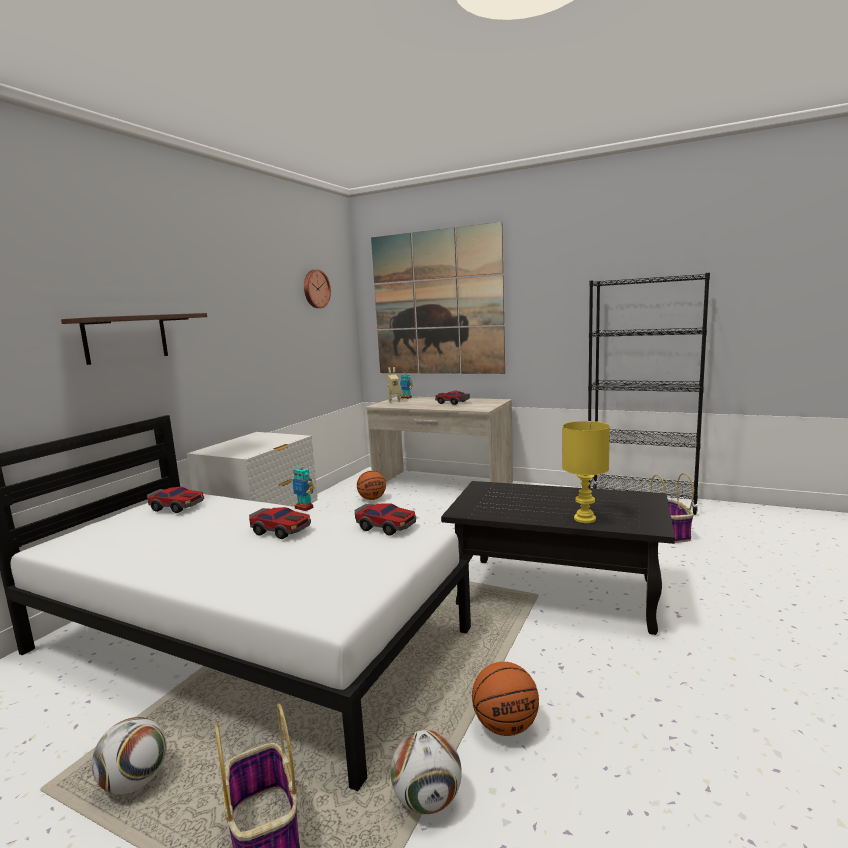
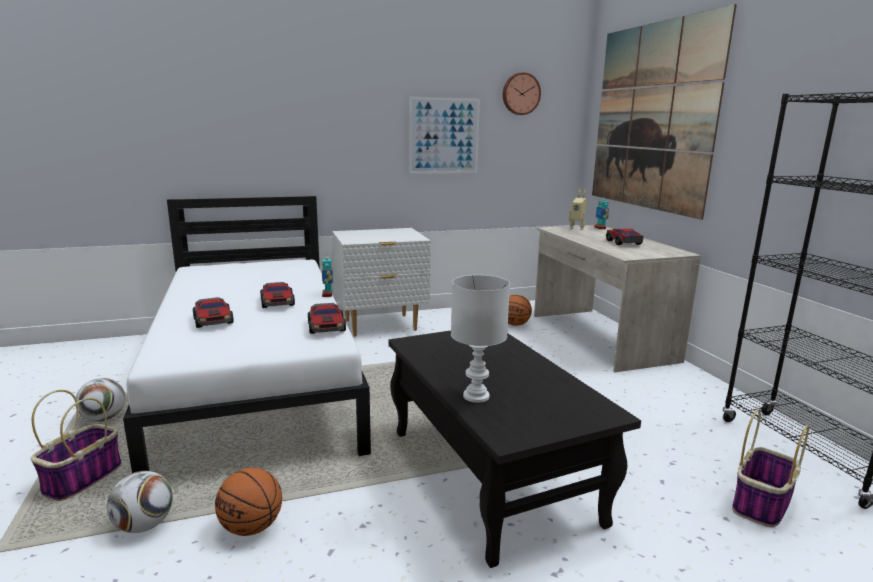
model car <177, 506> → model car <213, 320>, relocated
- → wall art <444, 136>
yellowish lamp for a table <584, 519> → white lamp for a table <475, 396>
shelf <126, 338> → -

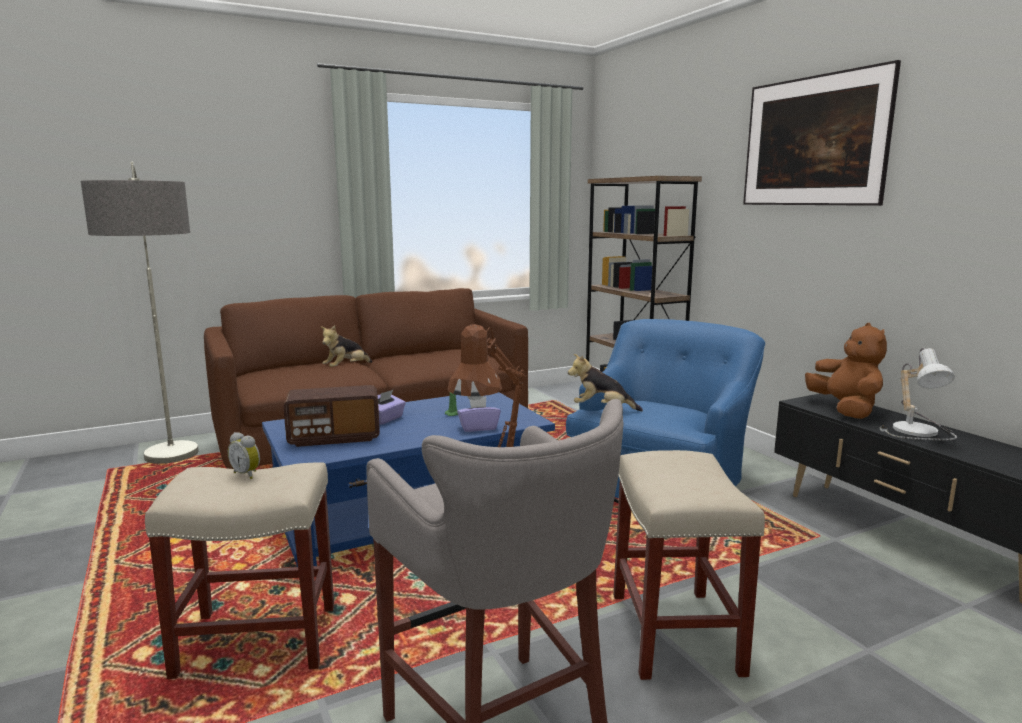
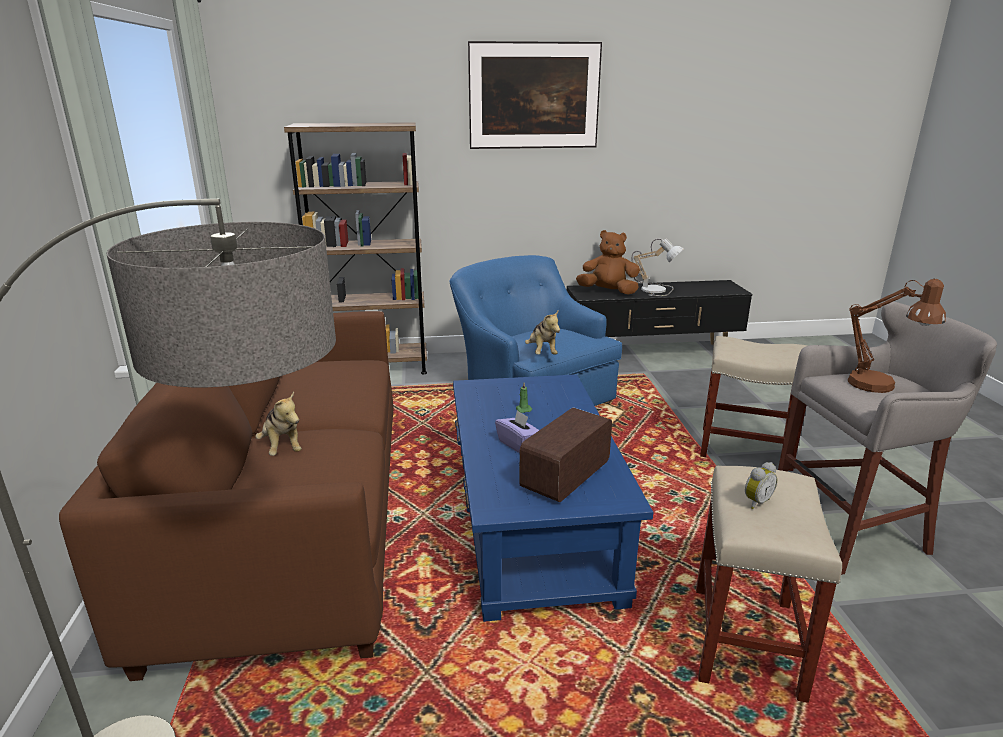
radio <334, 438> → radio <566, 477>, 150 degrees counterclockwise
cuddly toy <602, 409> → cuddly toy <542, 352>, 45 degrees counterclockwise
purplish tissue holder <478, 428> → -

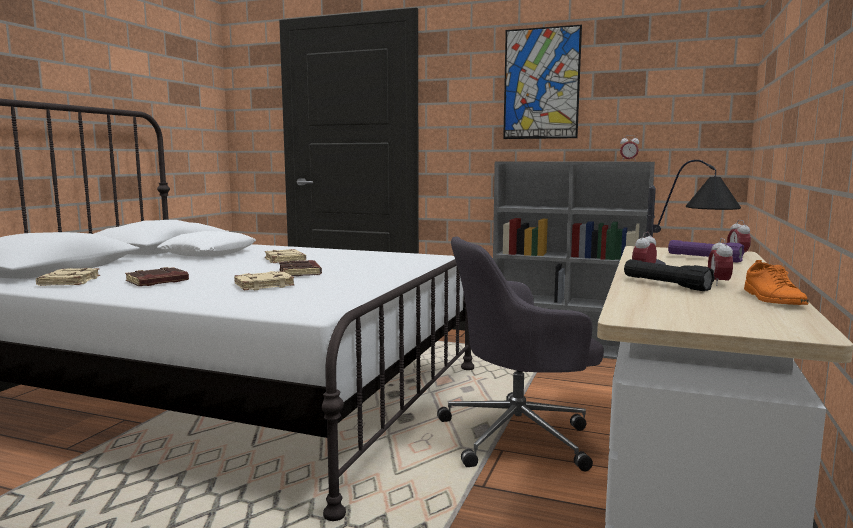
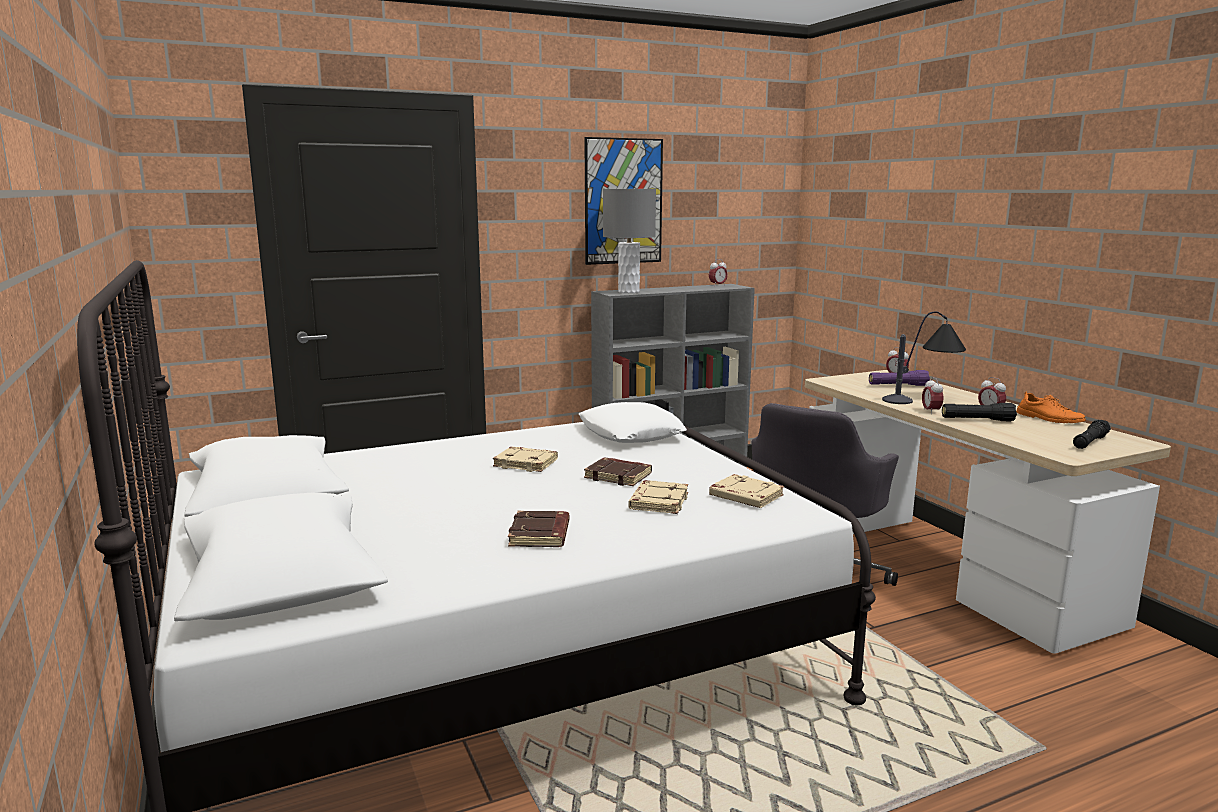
white throw pillow <209, 253> → white throw pillow <630, 433>, relocated
- → grey lamp for a table <629, 292>
beige book <69, 281> → beige book <744, 497>, relocated
- → blackish torch <1090, 442>

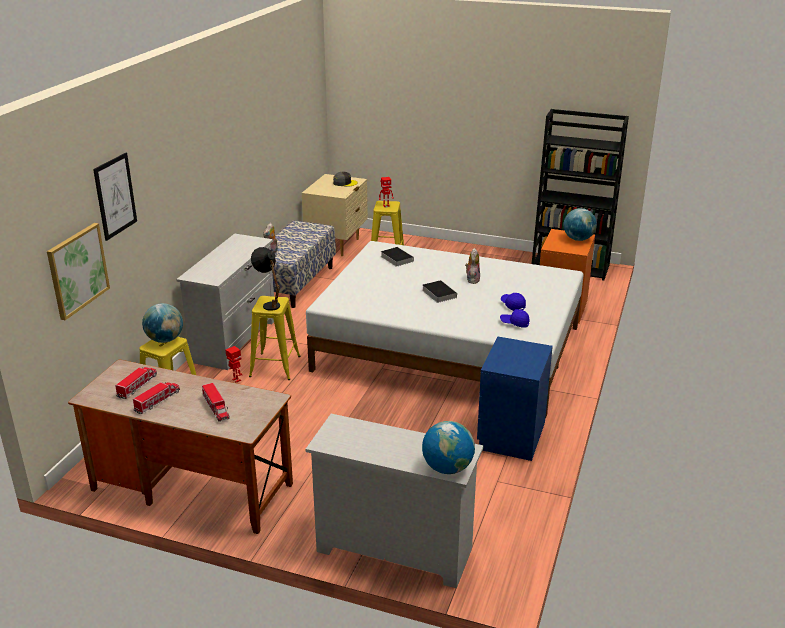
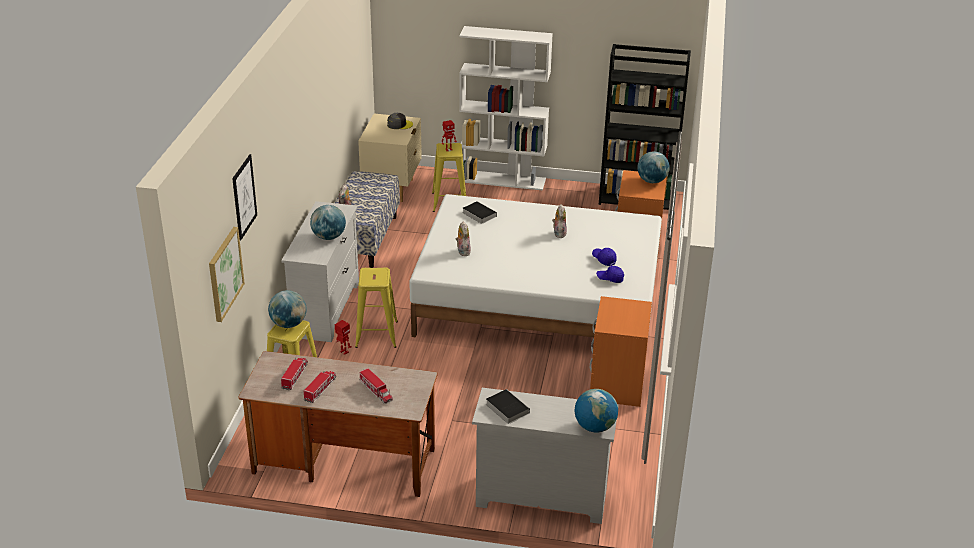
- → globe <328, 237>
- → cuddly toy <462, 251>
- → white bookcase <503, 180>
book <438, 293> → book <506, 408>, relocated
bluish night table <510, 436> → orangey night table <616, 384>
blackish lamp for a table <269, 303> → -

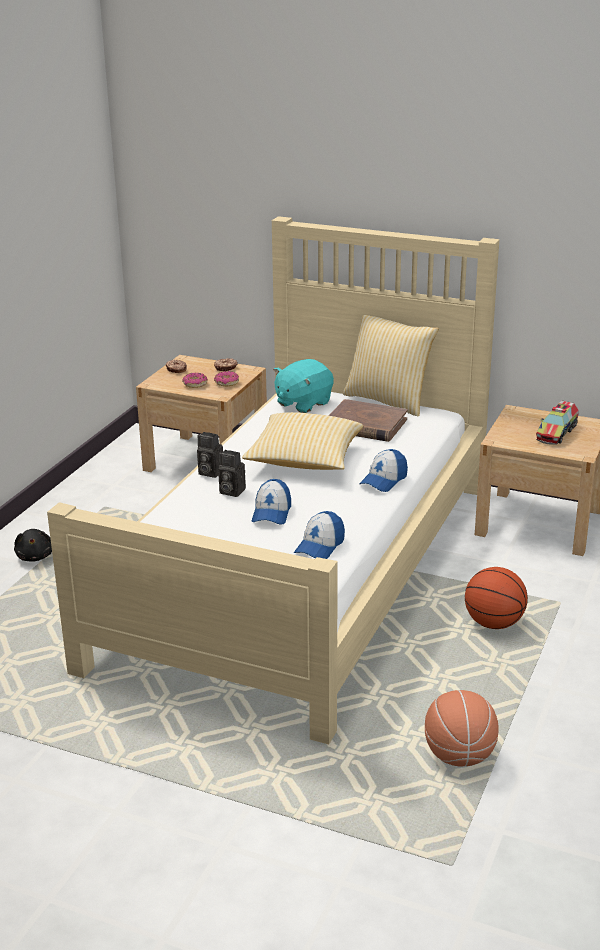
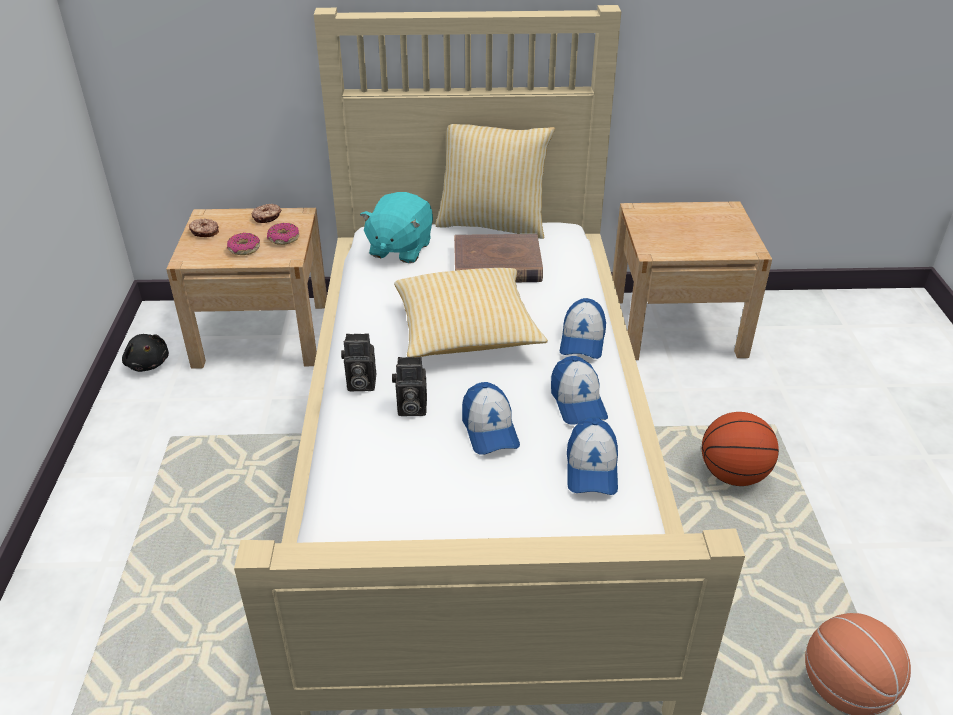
blackish cuddly toy <35, 556> → blackish cuddly toy <148, 363>, relocated
- → baseball cap <577, 402>
model truck <556, 432> → -

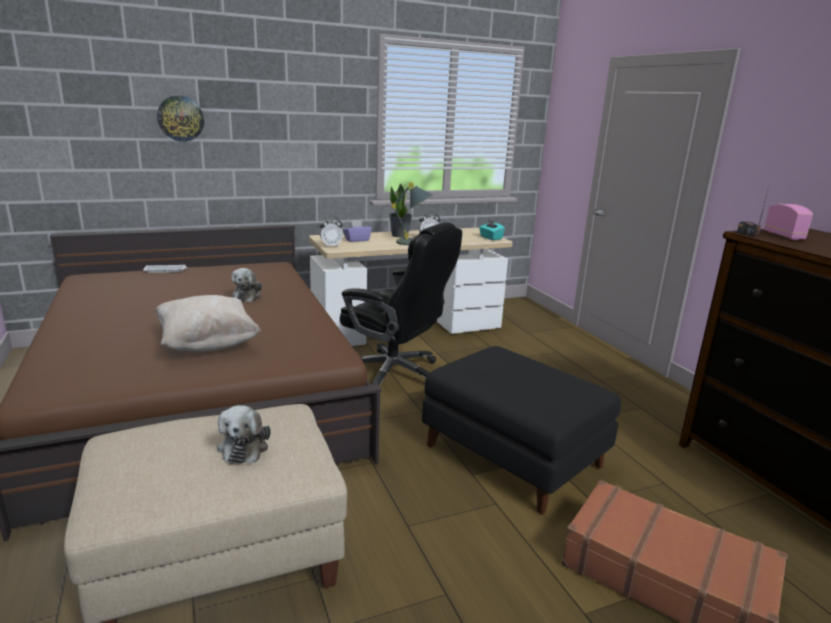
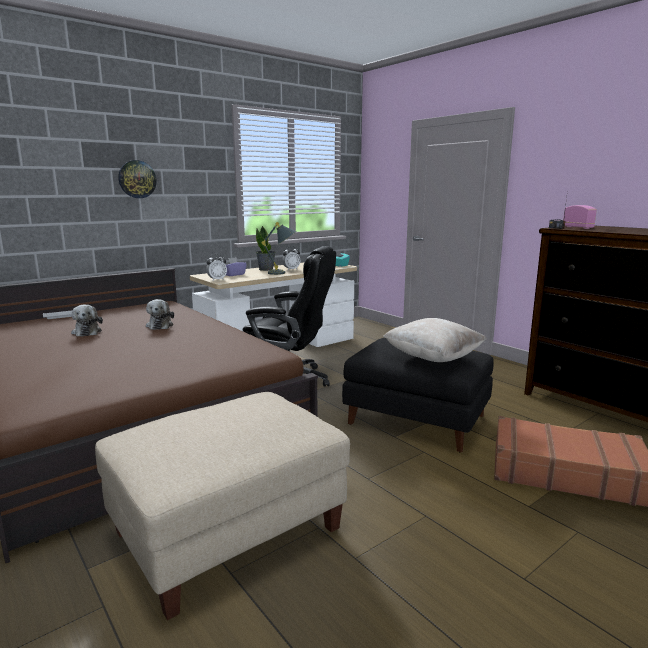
cuddly toy <244, 446> → cuddly toy <87, 332>, relocated
wall clock <180, 118> → wall clock <137, 179>, relocated
beige throw pillow <207, 344> → beige throw pillow <433, 358>, relocated

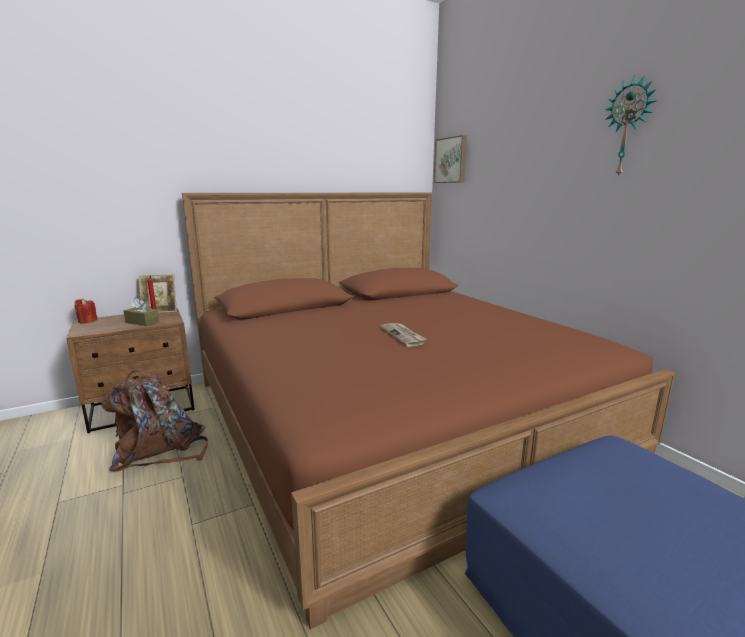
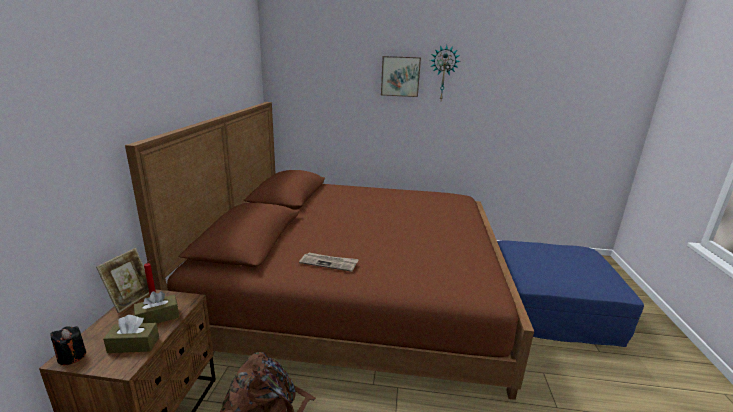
red-coloured wax light <87, 321> → blackish wax light <72, 356>
- → brown-coloured tissue holder <133, 344>
printed paper <403, 336> → printed paper <329, 263>, relocated
wall art <451, 160> → wall art <400, 76>, relocated

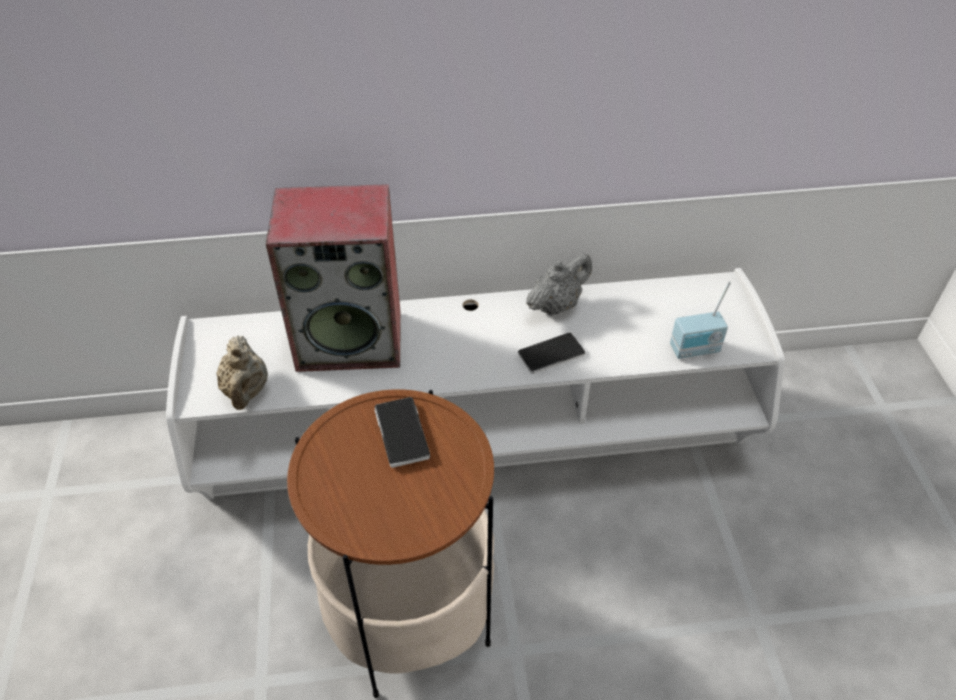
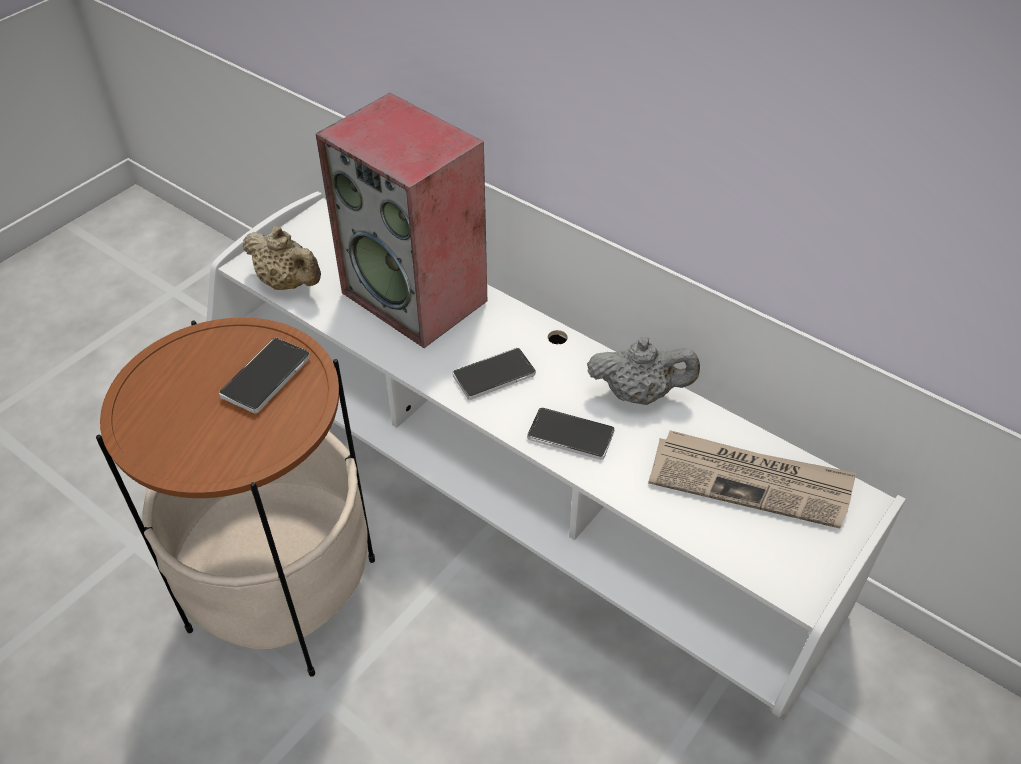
beige pot for tea <246, 391> → beige pot for tea <288, 283>, 90 degrees counterclockwise
- → phone <494, 375>
- → printed paper <750, 481>
radio <695, 350> → -

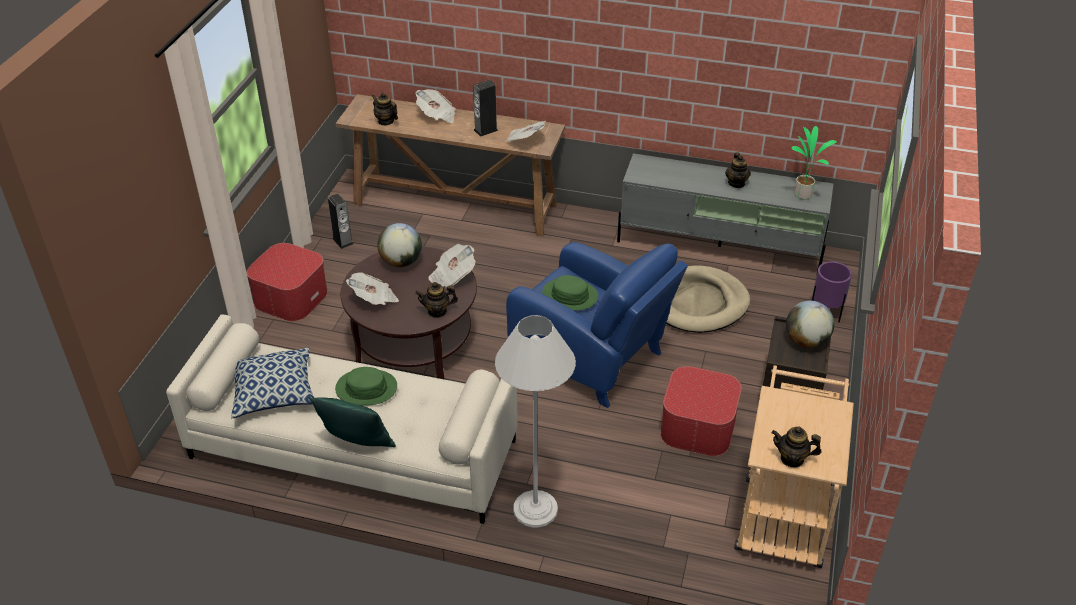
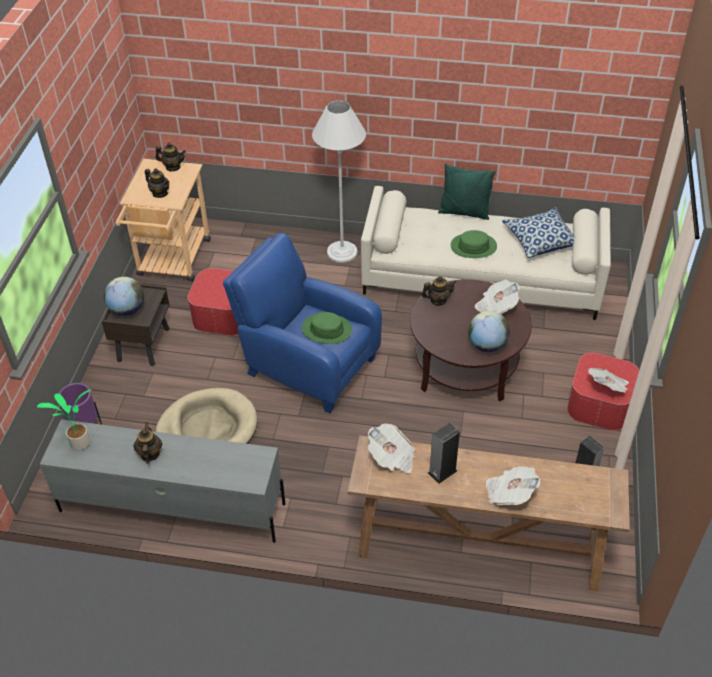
pot for tea <386, 121> → pot for tea <160, 193>, relocated
printed paper <452, 276> → printed paper <608, 387>, relocated

